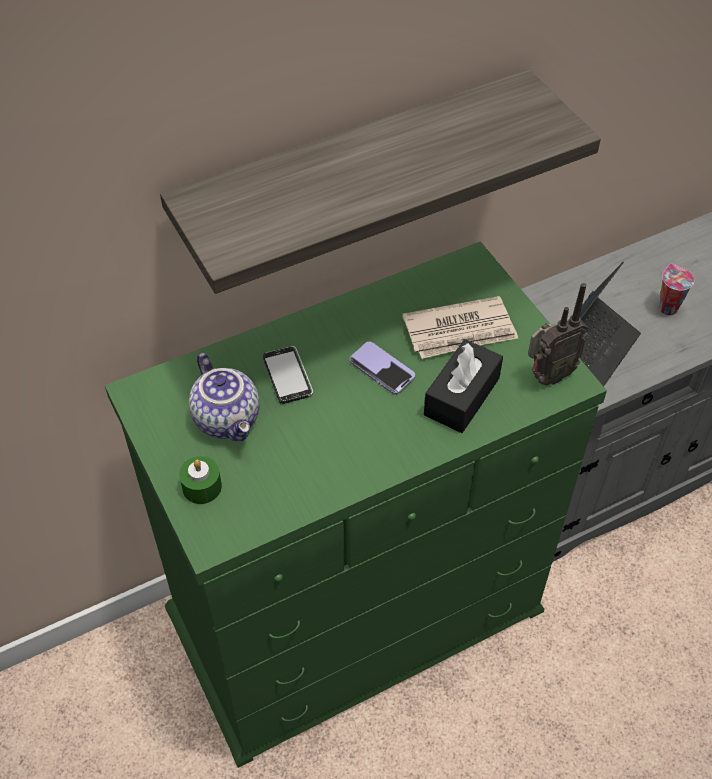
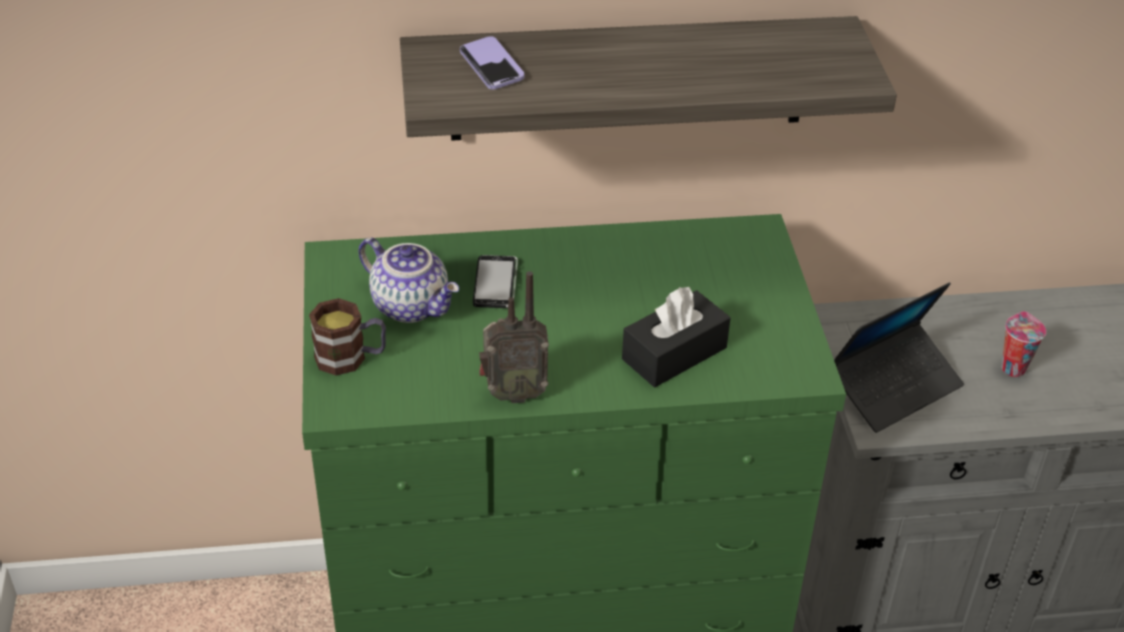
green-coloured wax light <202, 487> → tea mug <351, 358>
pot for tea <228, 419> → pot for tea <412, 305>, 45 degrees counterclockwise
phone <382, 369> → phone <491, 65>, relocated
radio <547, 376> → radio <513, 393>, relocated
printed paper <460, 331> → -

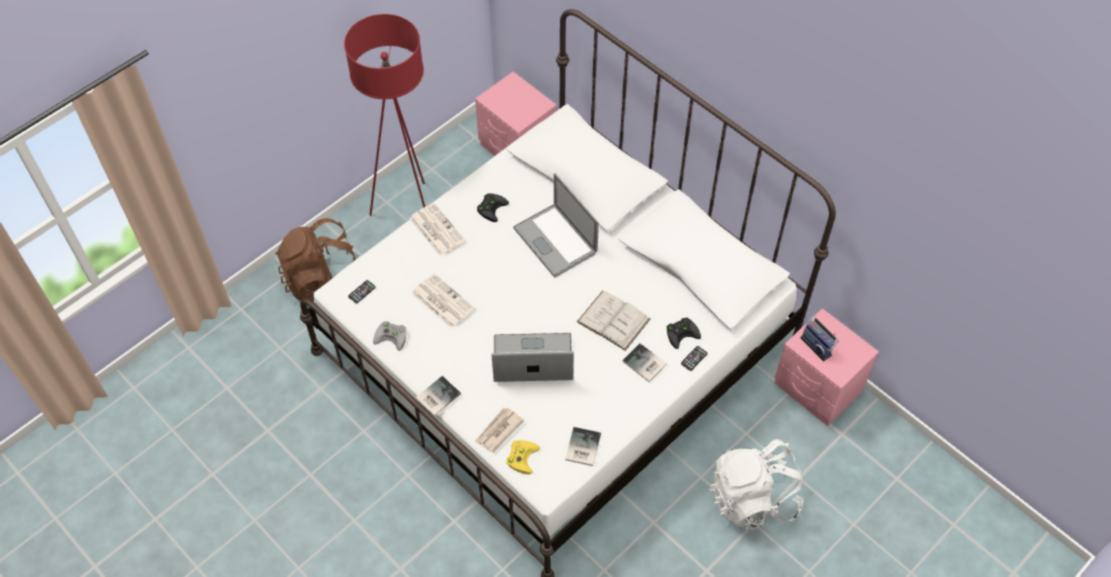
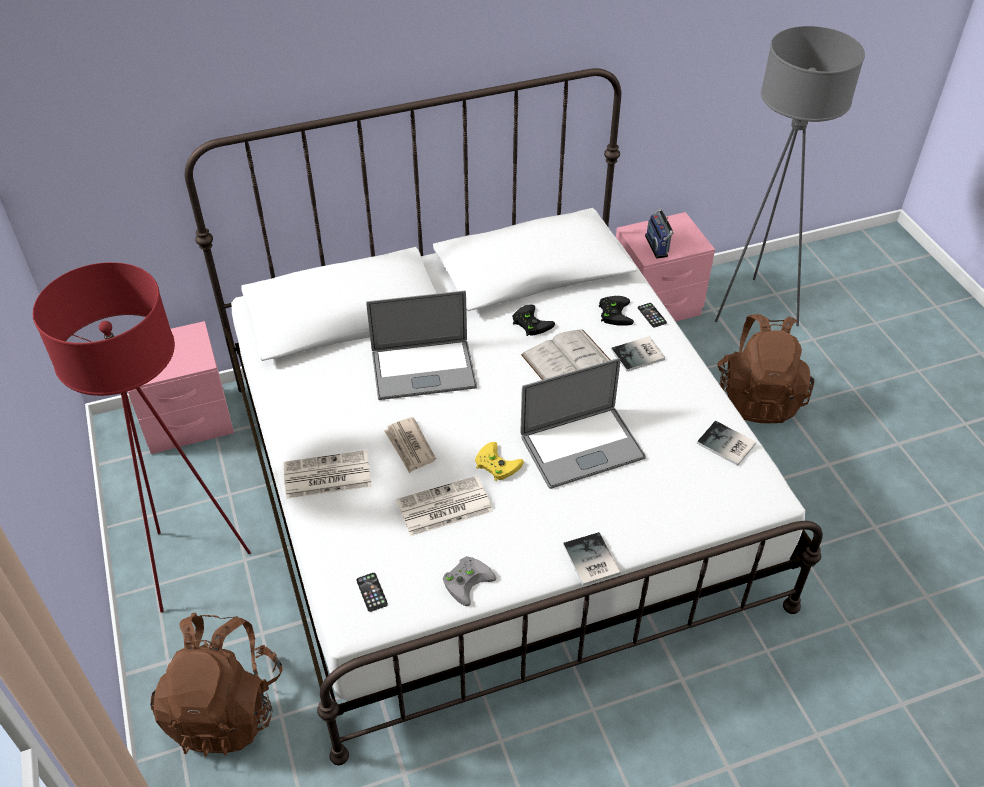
printed paper <498, 431> → printed paper <409, 447>, relocated
yellowish gamepad <521, 456> → yellowish gamepad <495, 464>, relocated
blackish gamepad <491, 207> → blackish gamepad <530, 323>, relocated
laptop <533, 359> → laptop <582, 447>, 135 degrees counterclockwise
radio <817, 345> → radio <658, 246>, 90 degrees clockwise
- → grey standard lamp <754, 308>
white rucksack <752, 498> → brown-coloured rucksack <758, 397>

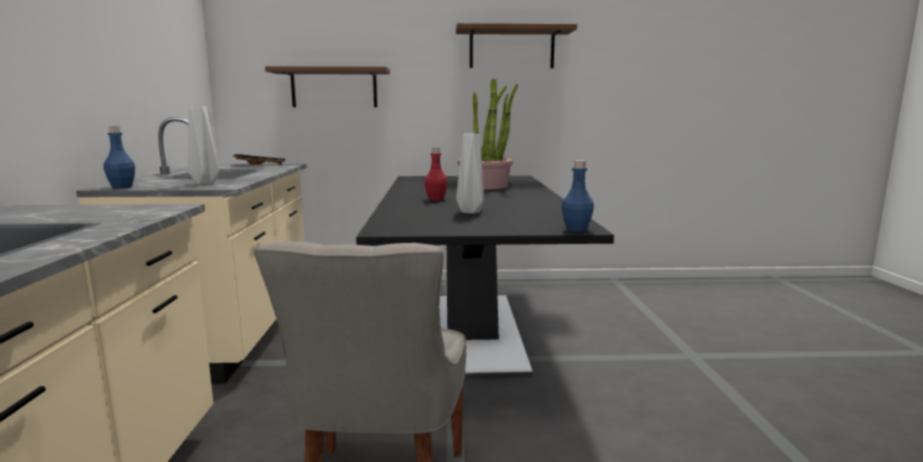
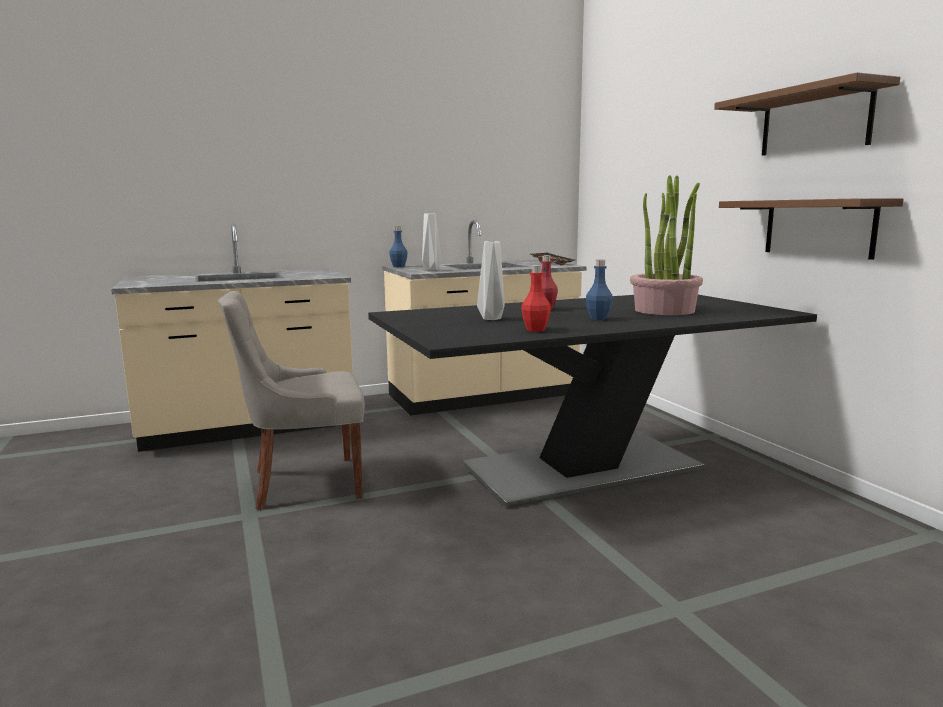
- → red-coloured beverage bottle <535, 330>
bluish beverage bottle <576, 229> → bluish beverage bottle <598, 318>, relocated
brown-coloured shelf <334, 88> → brown-coloured shelf <818, 227>, relocated

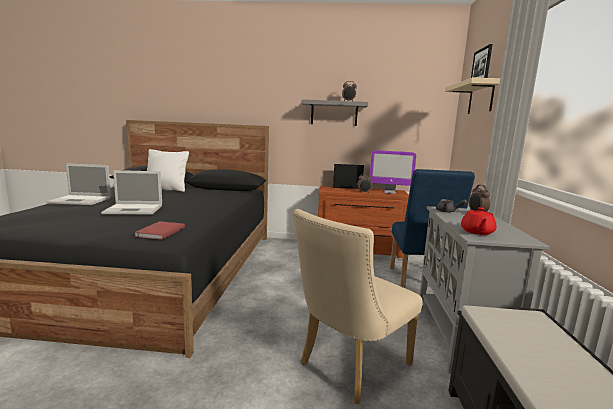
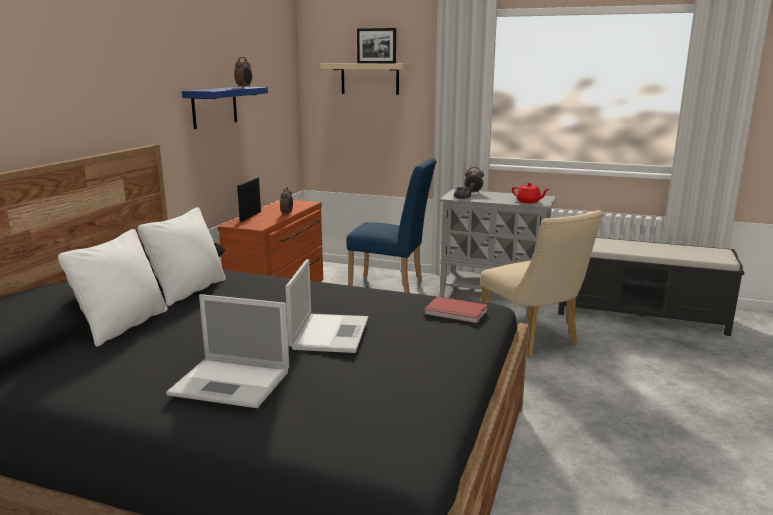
- → white throw pillow <189, 291>
laptop <81, 200> → laptop <232, 383>, 90 degrees clockwise
grey shelf <334, 113> → bluish shelf <214, 107>
monitor <389, 192> → -

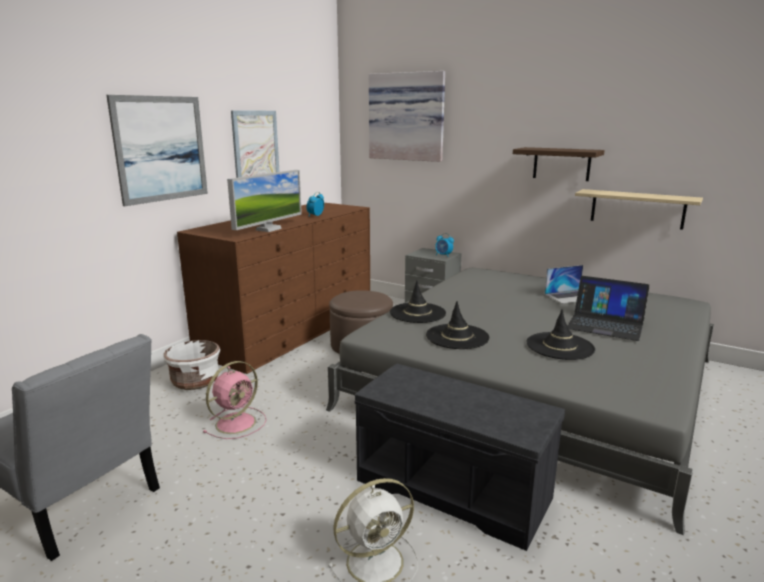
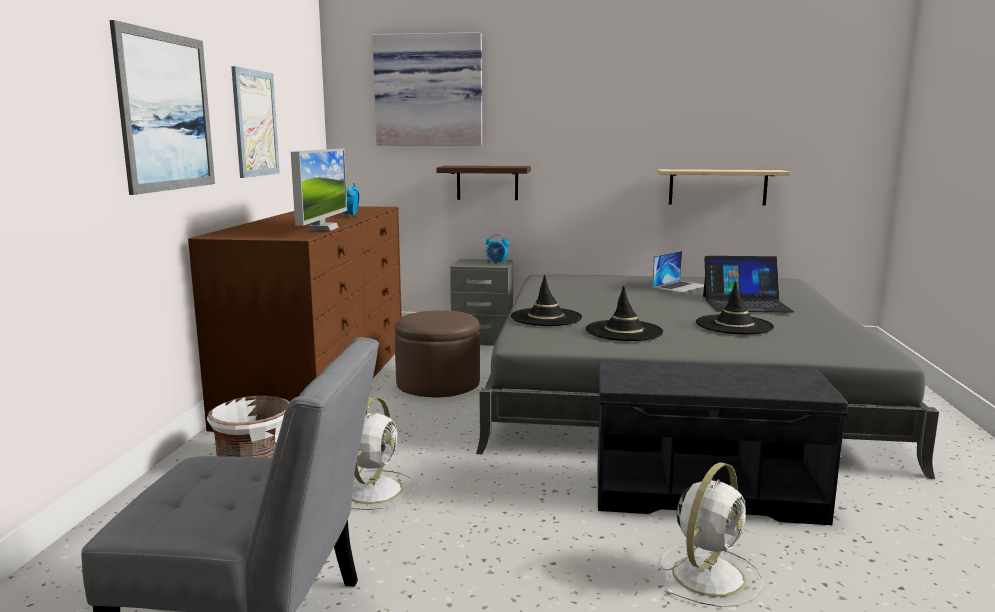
pink-coloured cooling fan <237, 422> → white cooling fan <375, 489>
shelf <561, 164> → shelf <487, 182>, relocated

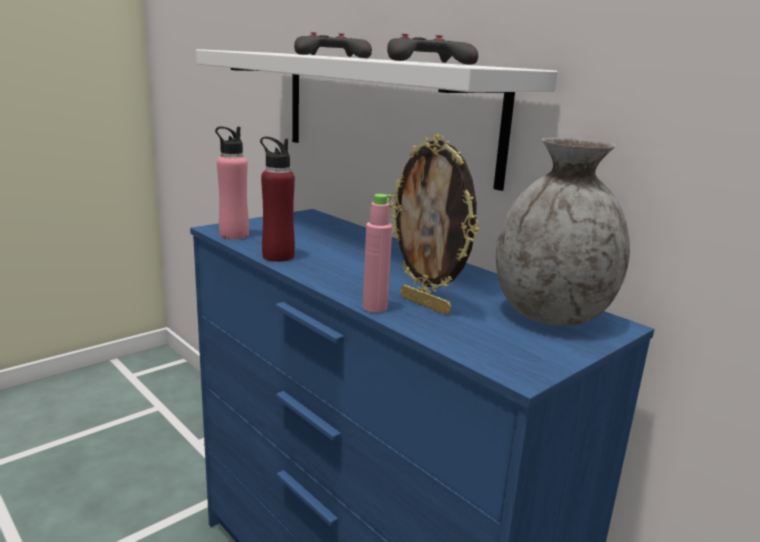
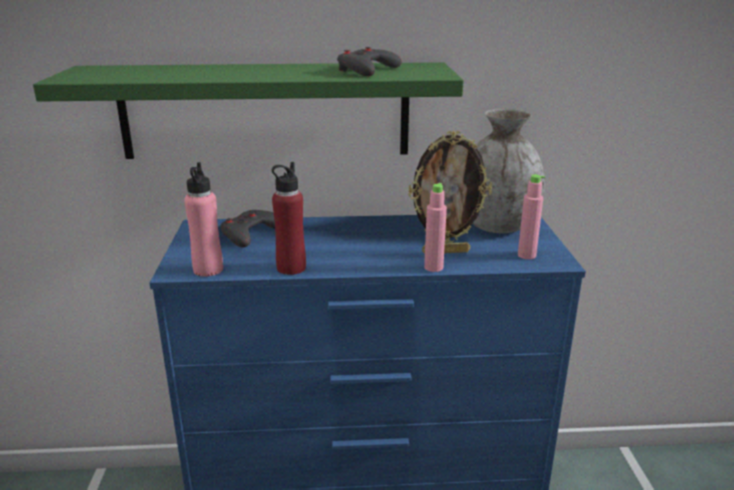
white shelf <383, 112> → green-coloured shelf <265, 111>
grey gamepad <332, 56> → grey gamepad <250, 233>, relocated
- → pink-coloured beverage bottle <526, 255>

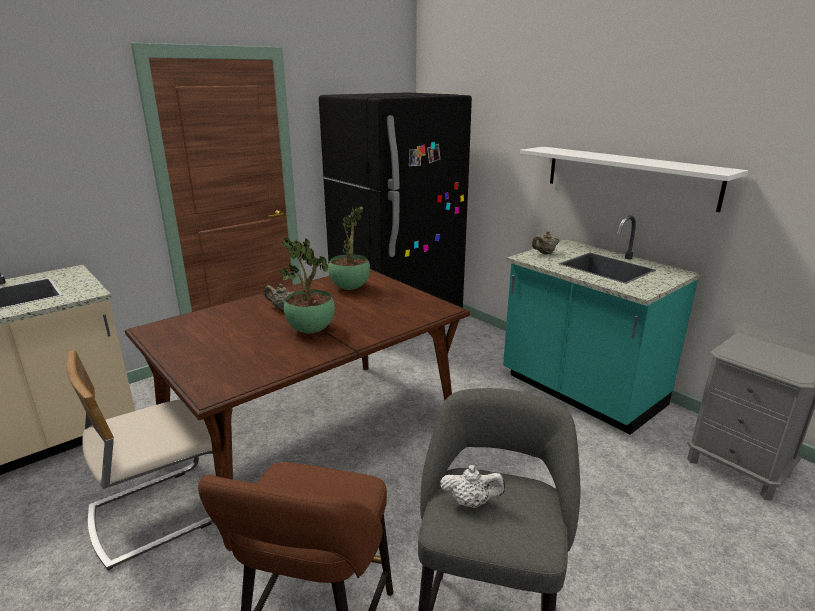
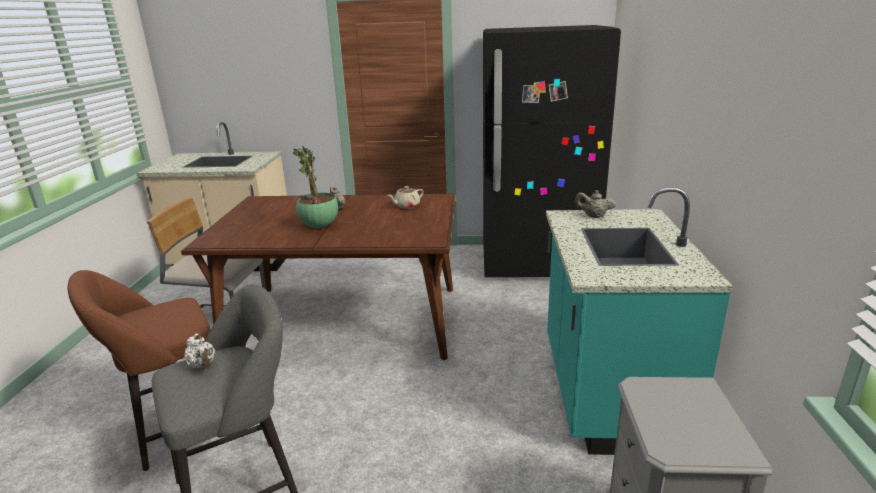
houseplant <350, 288> → beige pot for tea <406, 206>
white shelf <628, 176> → -

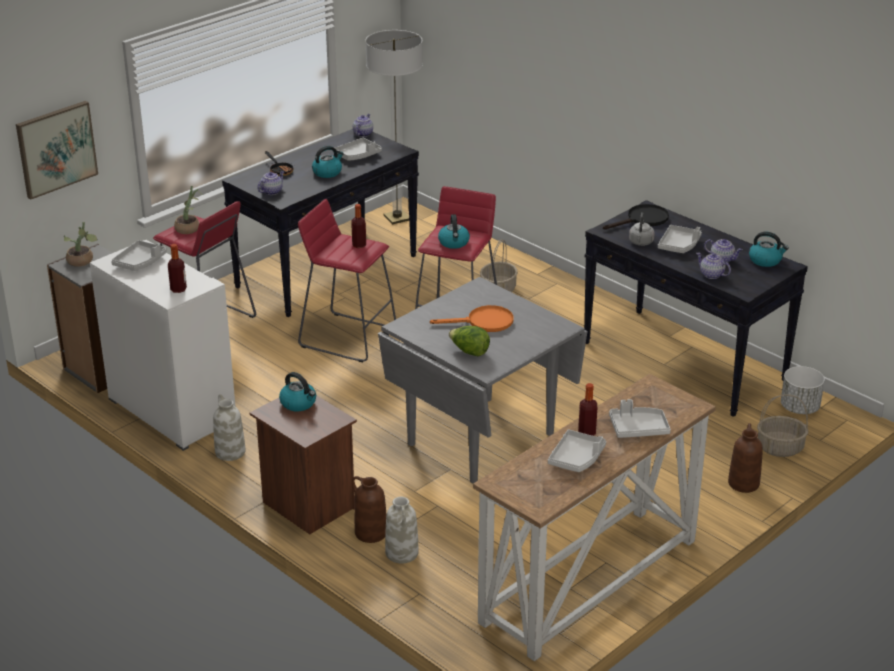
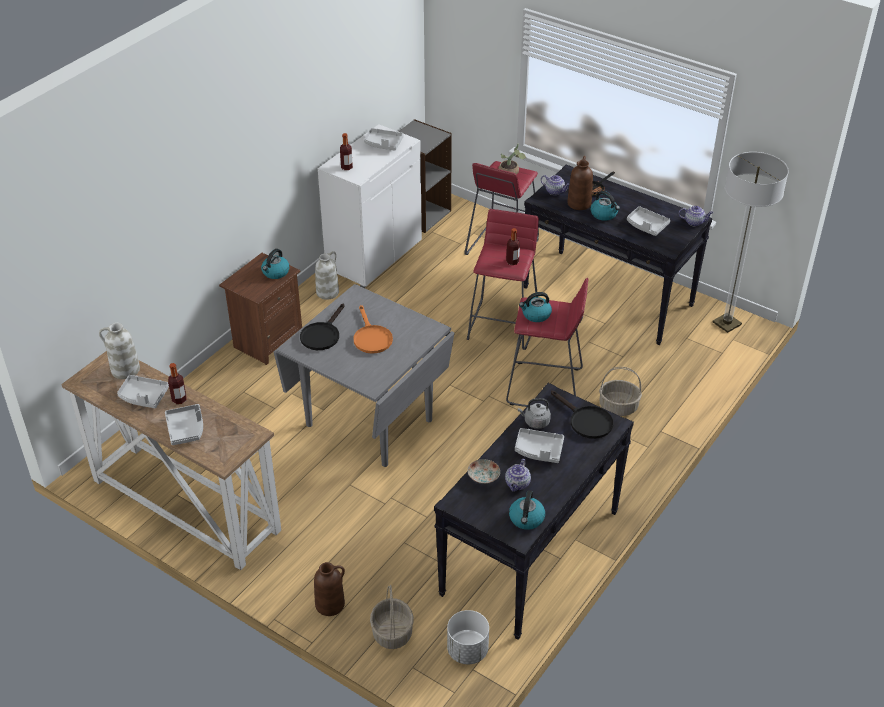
white vase <402, 553> → white vase <125, 370>, relocated
lettuce head <469, 352> → blackish pan <322, 335>
pot for tea <711, 275> → flat dish <483, 476>
brown-coloured vase <370, 533> → brown-coloured vase <579, 203>, relocated
wall art <56, 149> → -
houseplant <82, 262> → -

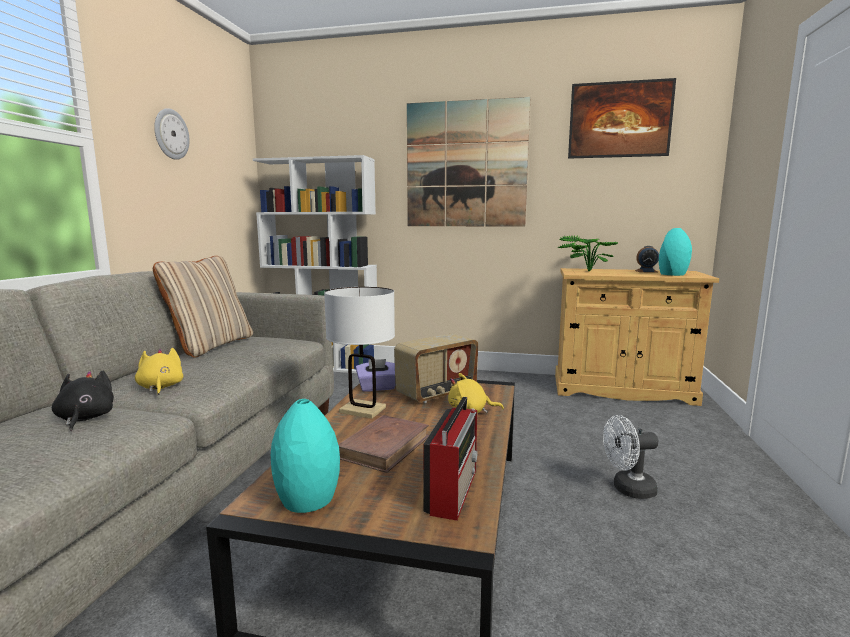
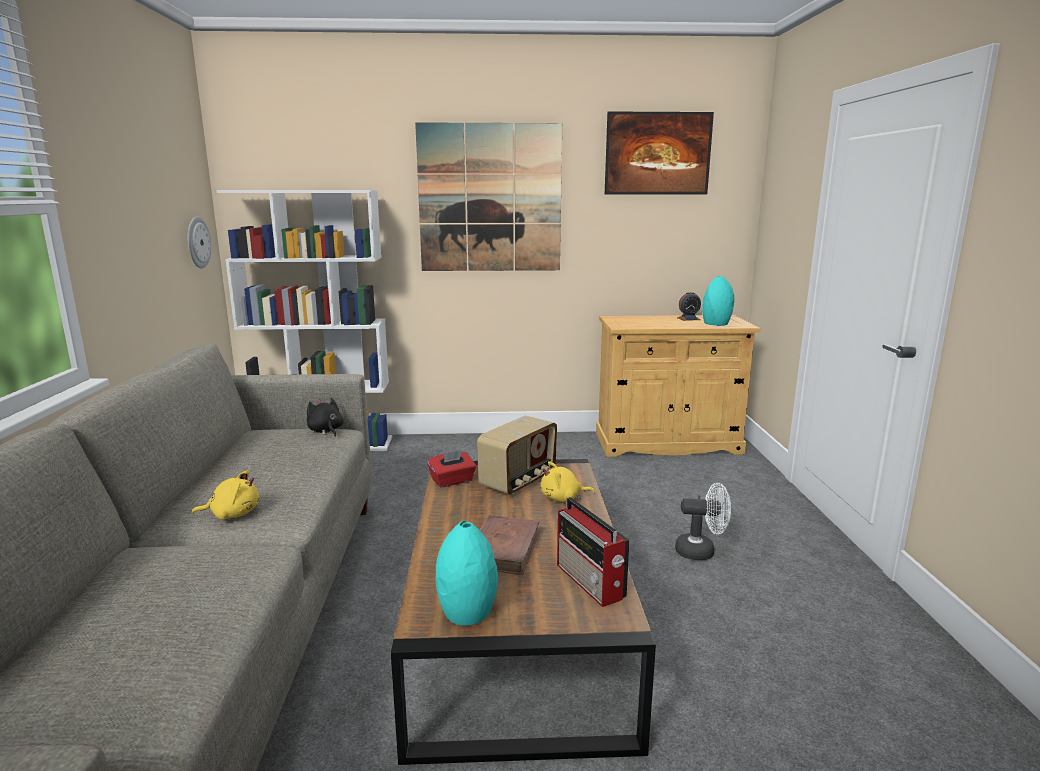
wall clock <171, 134> → wall clock <197, 242>, relocated
yellowish cuddly toy <160, 387> → yellowish cuddly toy <232, 514>, 120 degrees clockwise
blackish cuddly toy <85, 418> → blackish cuddly toy <326, 431>, relocated
purplish tissue holder <377, 388> → red-coloured tissue holder <452, 481>
radio <453, 490> → radio <591, 582>, 150 degrees clockwise
white cooling fan <628, 489> → white cooling fan <701, 551>, 150 degrees counterclockwise
beige throw pillow <211, 346> → -
white lamp for a table <363, 410> → -
houseplant <585, 271> → -

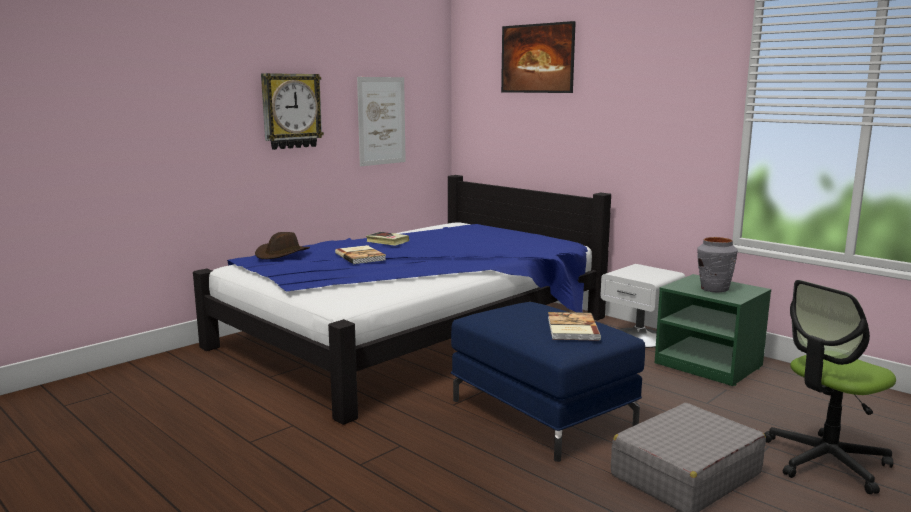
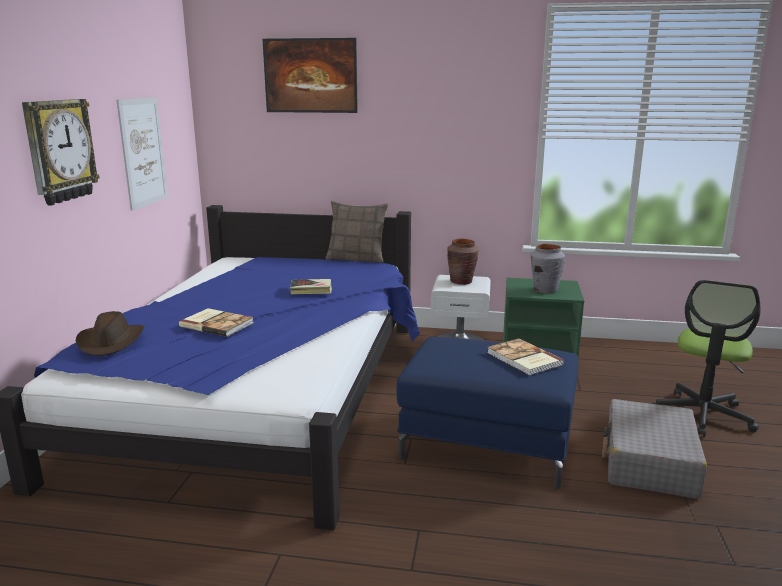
book <387, 241> → book <311, 290>, relocated
- → throw pillow <357, 259>
- → brown-coloured vase <461, 281>

